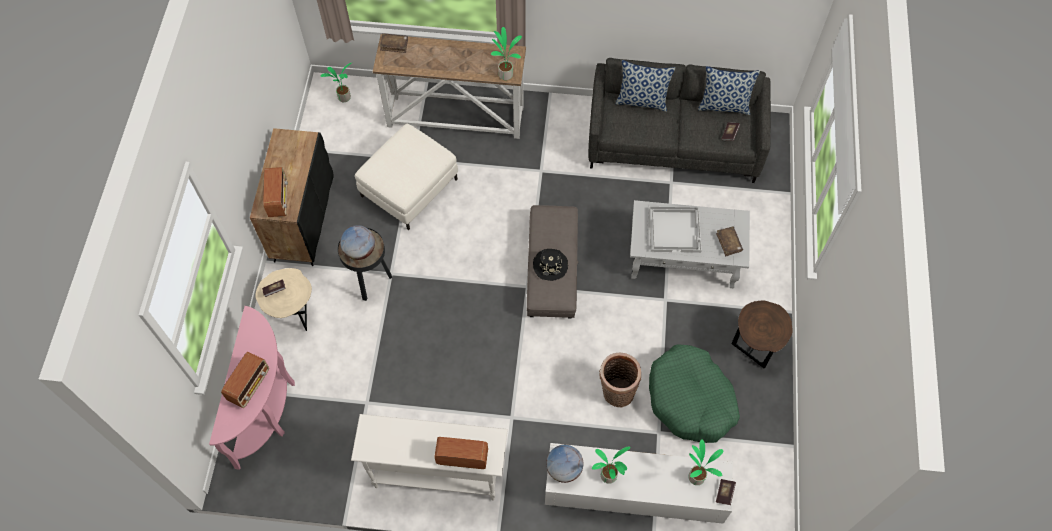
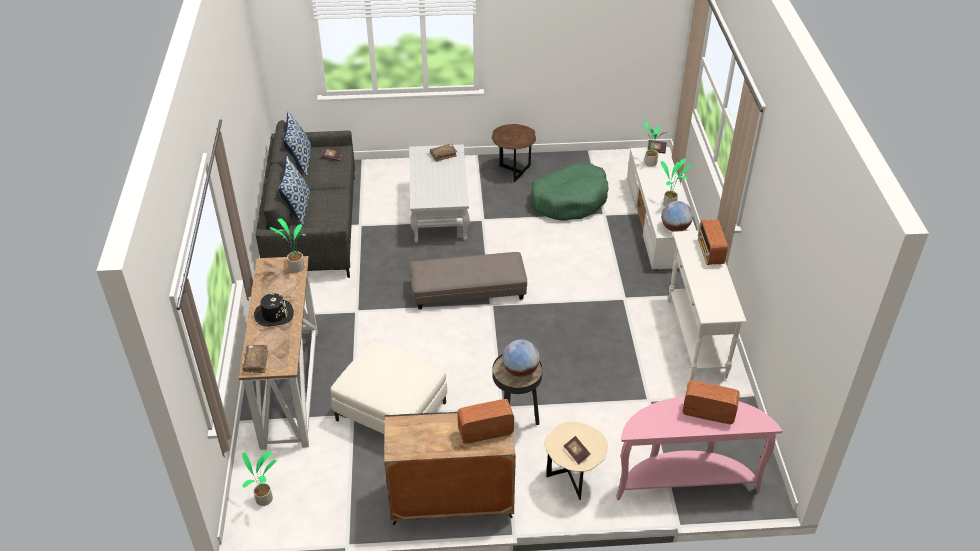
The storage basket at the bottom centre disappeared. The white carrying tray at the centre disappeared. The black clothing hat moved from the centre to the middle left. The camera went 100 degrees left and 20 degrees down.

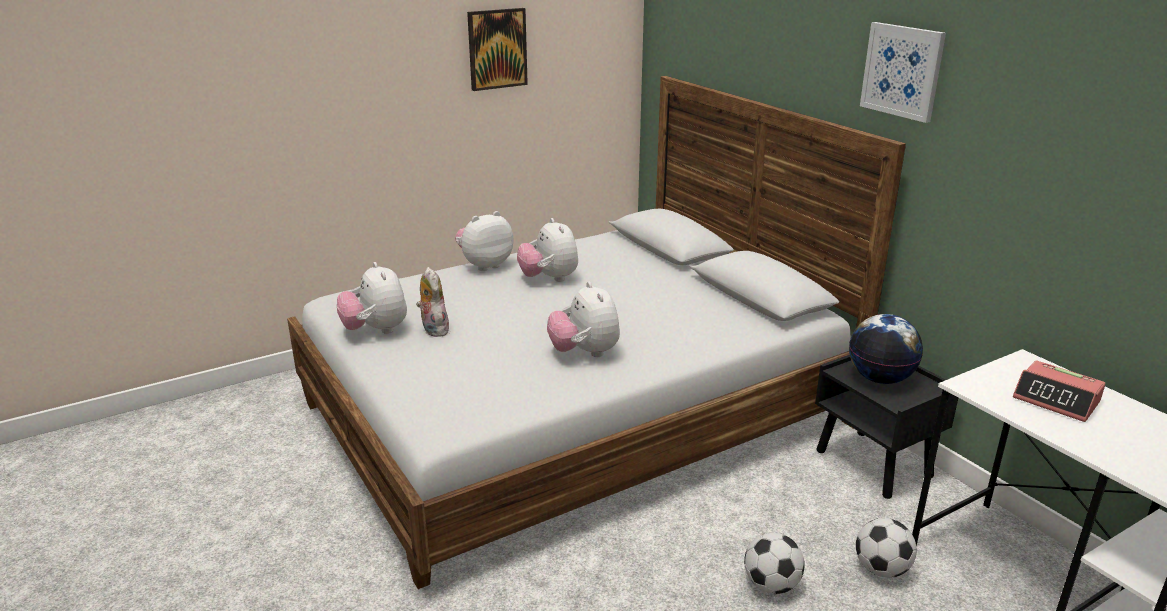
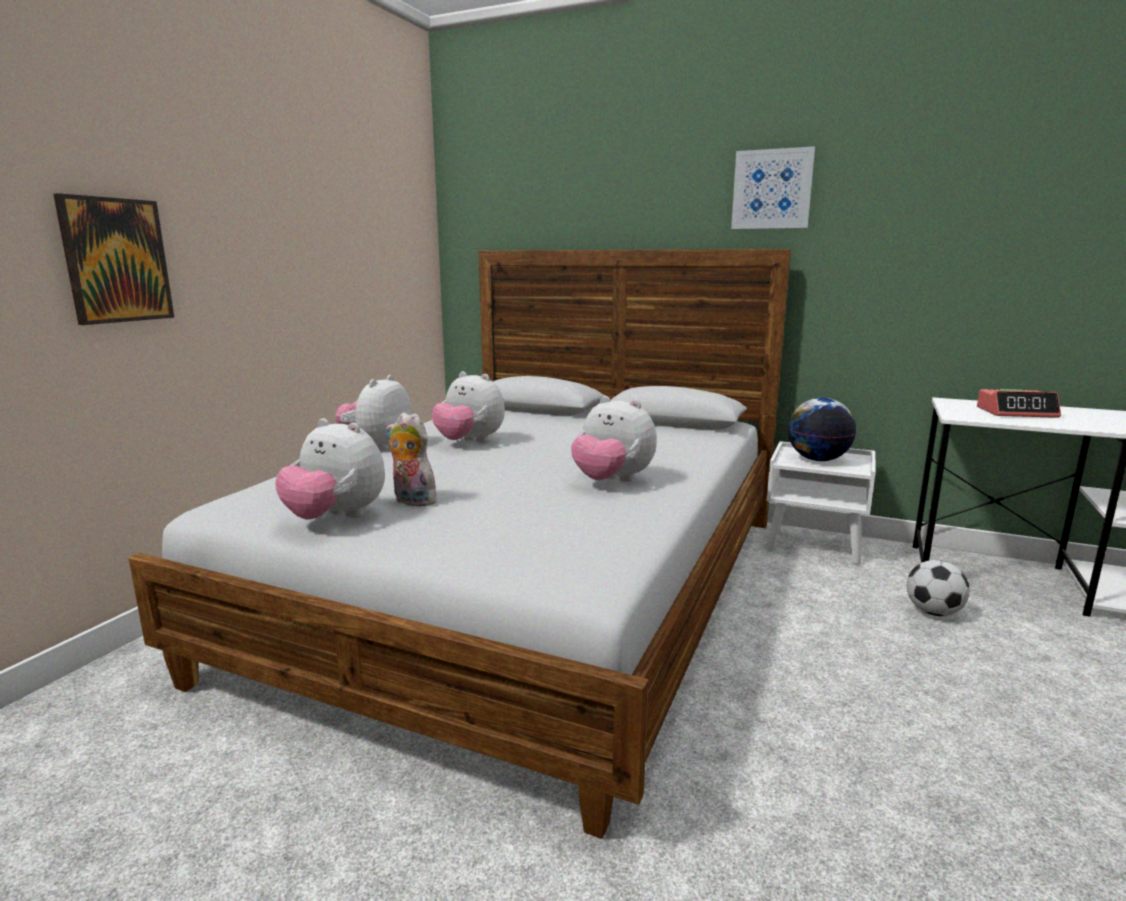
The ball for football (no. 1 from left) at the bottom centre disappeared. The picture (no. 1 from left) moved from the top centre to the top left. The black bedside table at the bottom right became the white bedside table at the middle right. The camera went 35 degrees left and 10 degrees down.

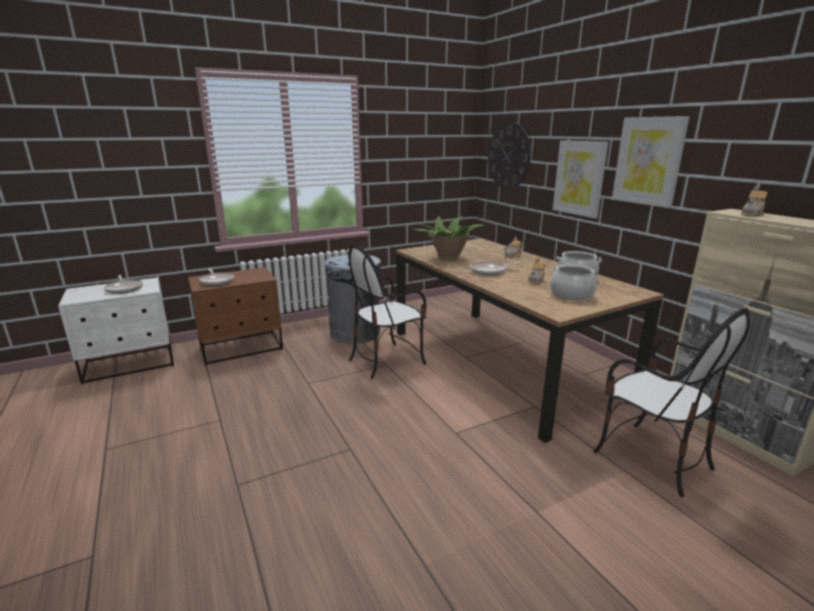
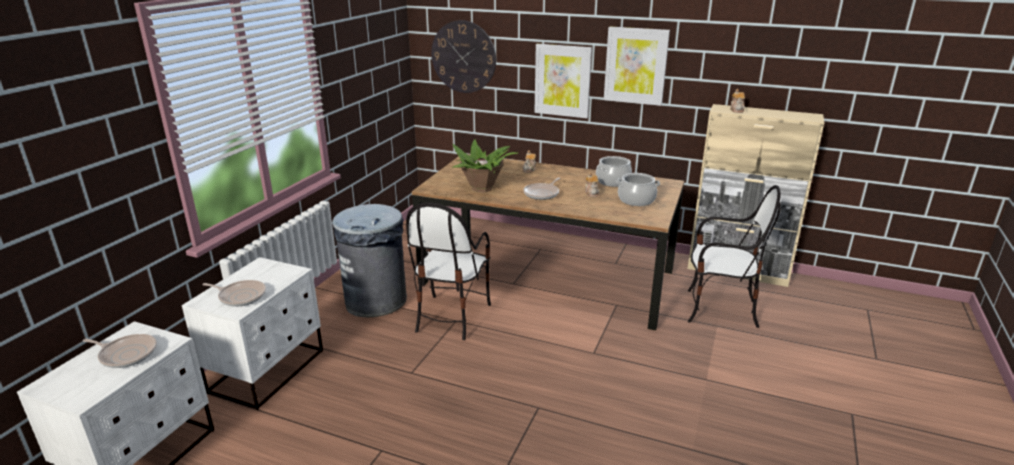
The brownish bedside table at the middle left became the white bedside table (no. 2 from left) at the bottom left. The camera went 40 degrees left and 5 degrees up.

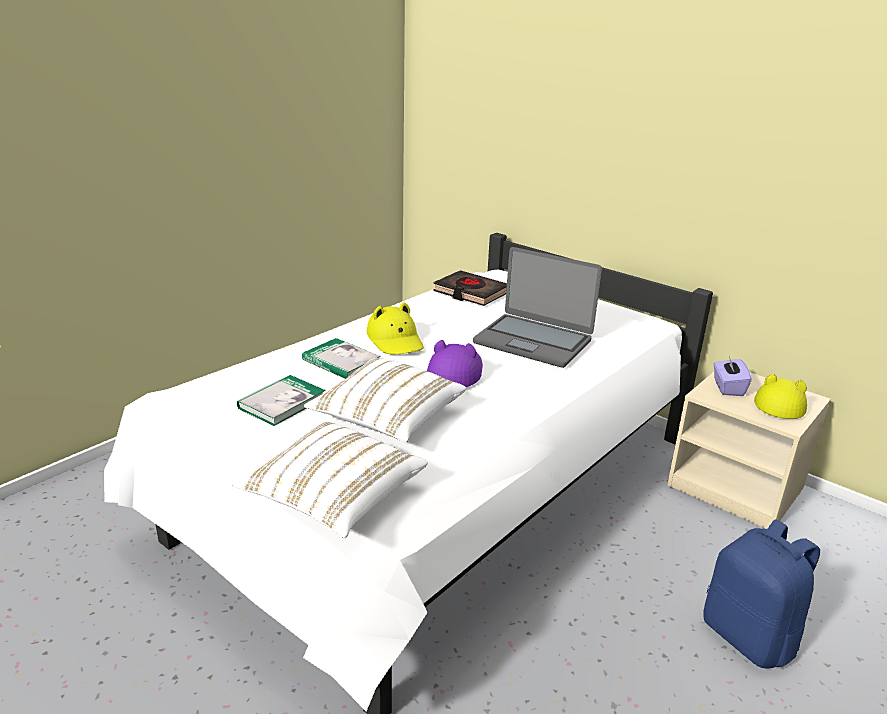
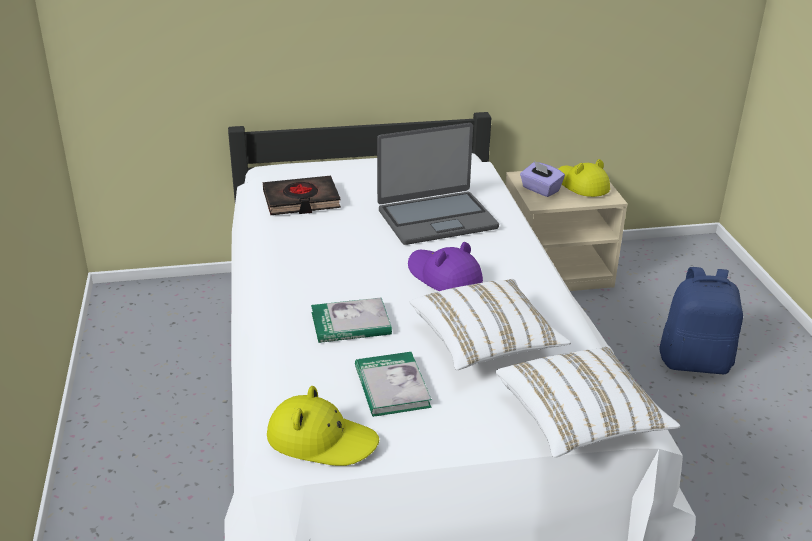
The yellowish clothing hat (no. 1 from left) moved from the centre to the bottom centre. The camera went 50 degrees left and 5 degrees up.

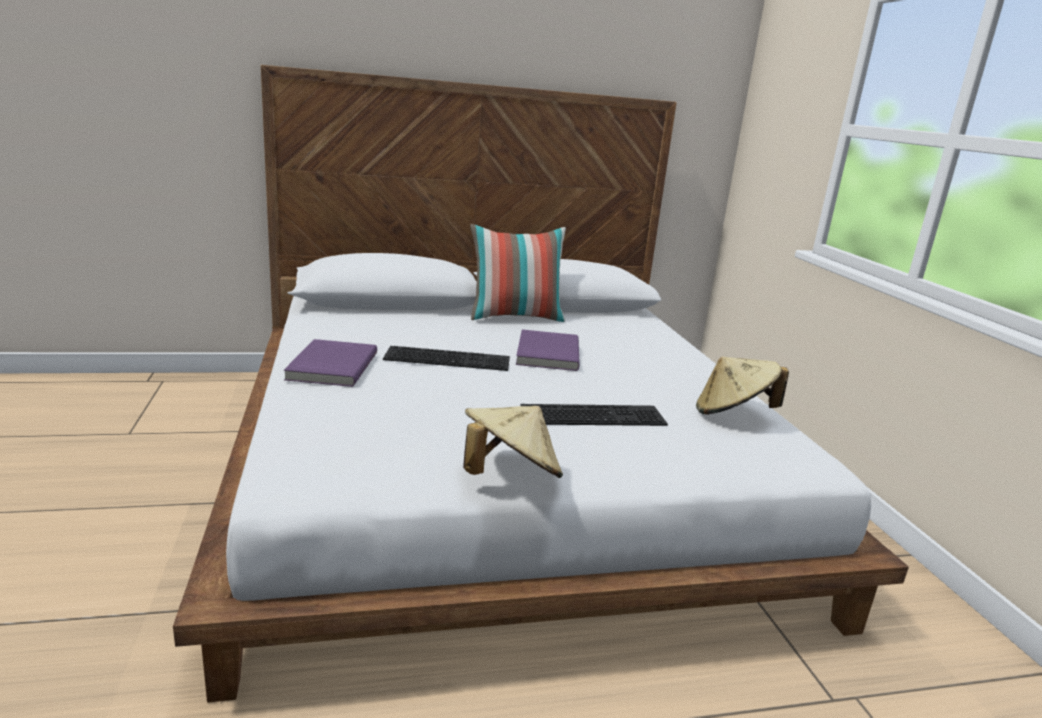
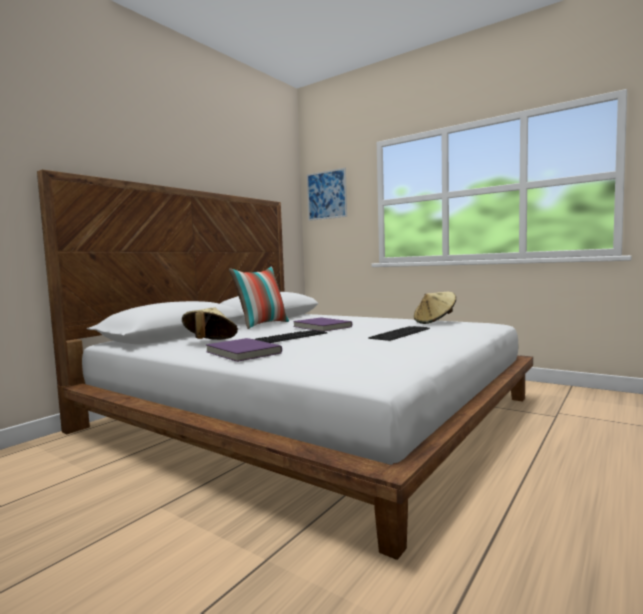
The picture at the top centre appeared. The sand-coloured clothing hat (no. 1 from left) moved from the centre to the middle left. The camera went 40 degrees left and 15 degrees down.

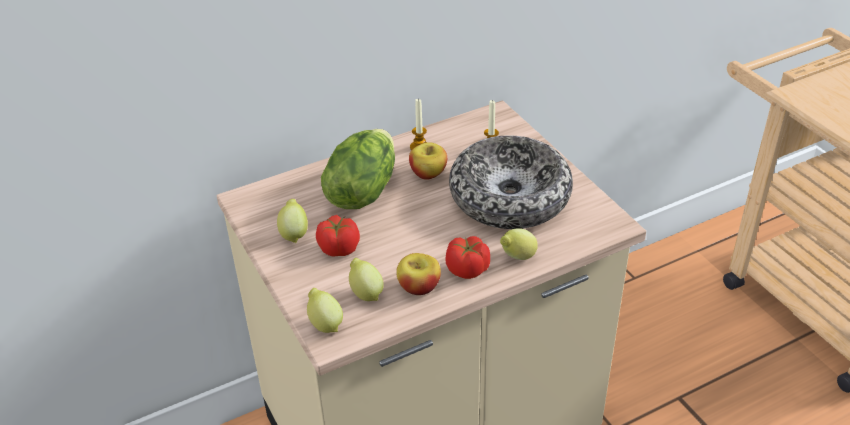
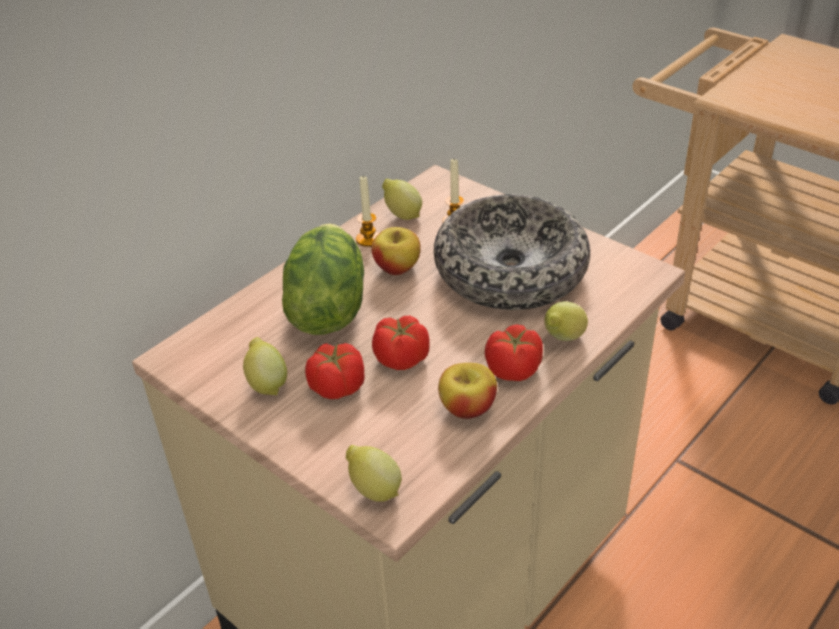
The fresh tomato (no. 2 from left) at the centre appeared. The lemon (no. 3 from left) moved from the centre to the top centre. The camera went 20 degrees left and 0 degrees up.

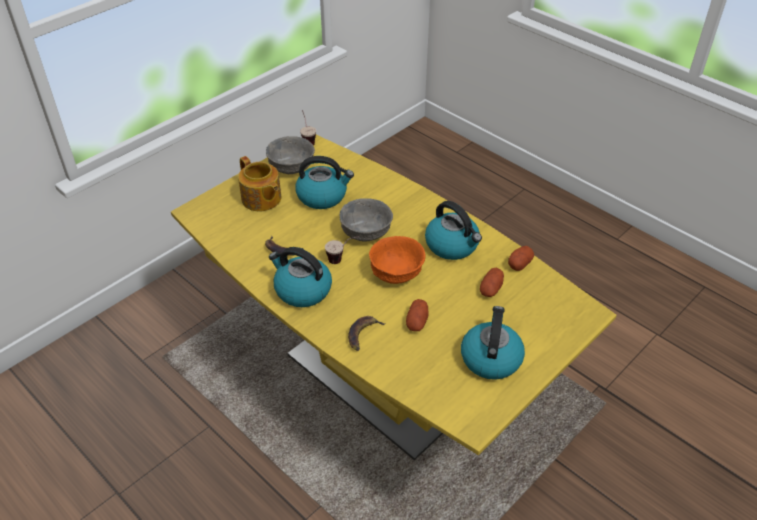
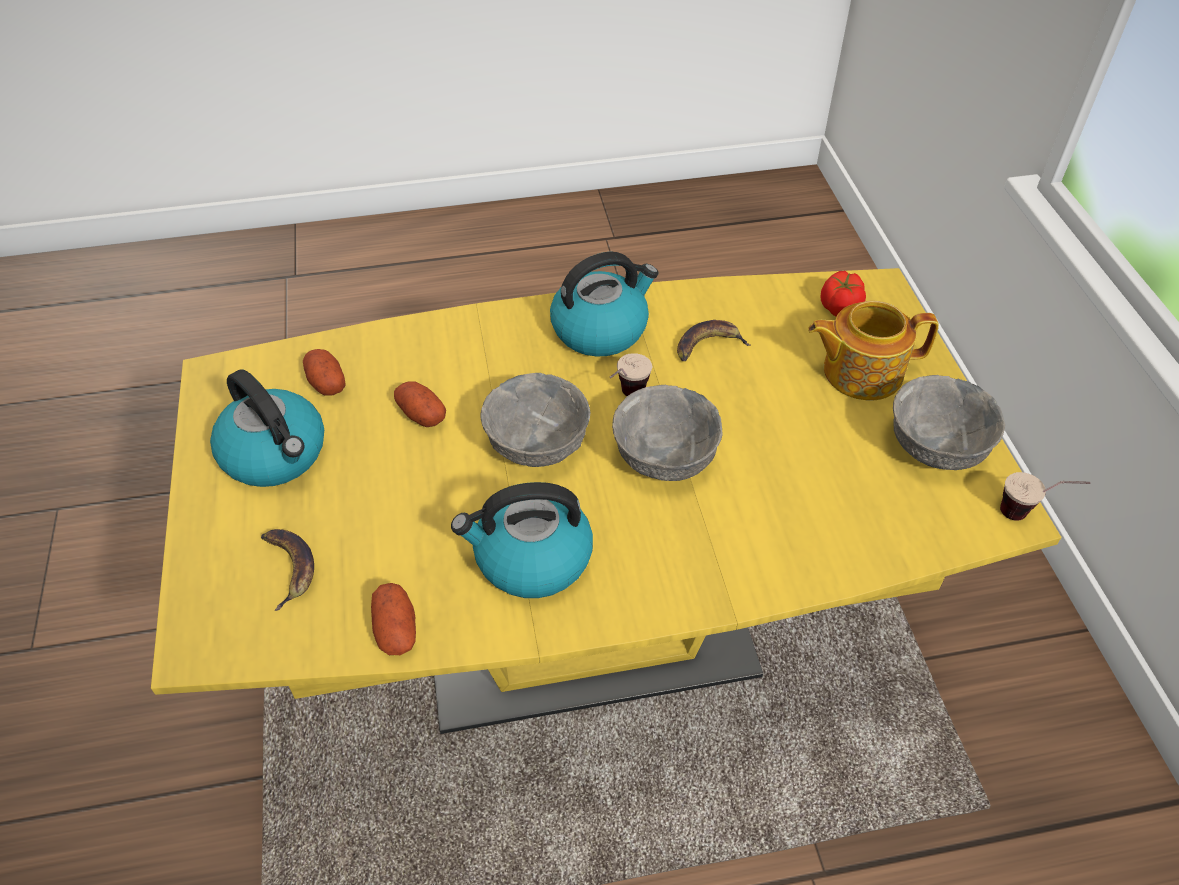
The tea kettle (no. 2 from left) at the centre disappeared. The fresh tomato at the top right appeared. The banana (no. 2 from left in the first image) moved from the centre to the middle left. The potato (no. 2 from left in the first image) moved from the centre to the middle left. The orangey bowl at the centre became the greyish bowl (no. 1 from left) at the centre. The camera went 125 degrees right and 5 degrees up.

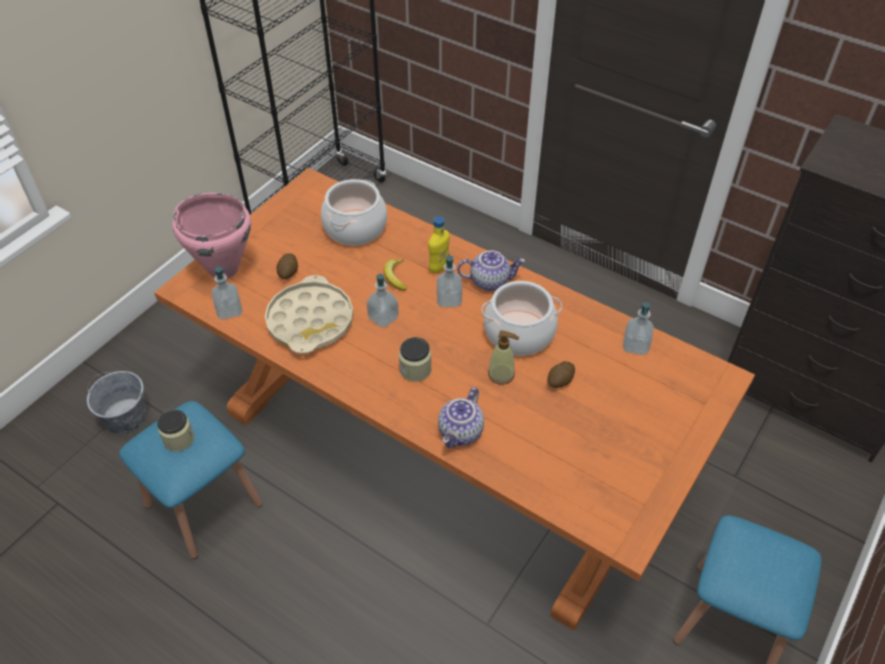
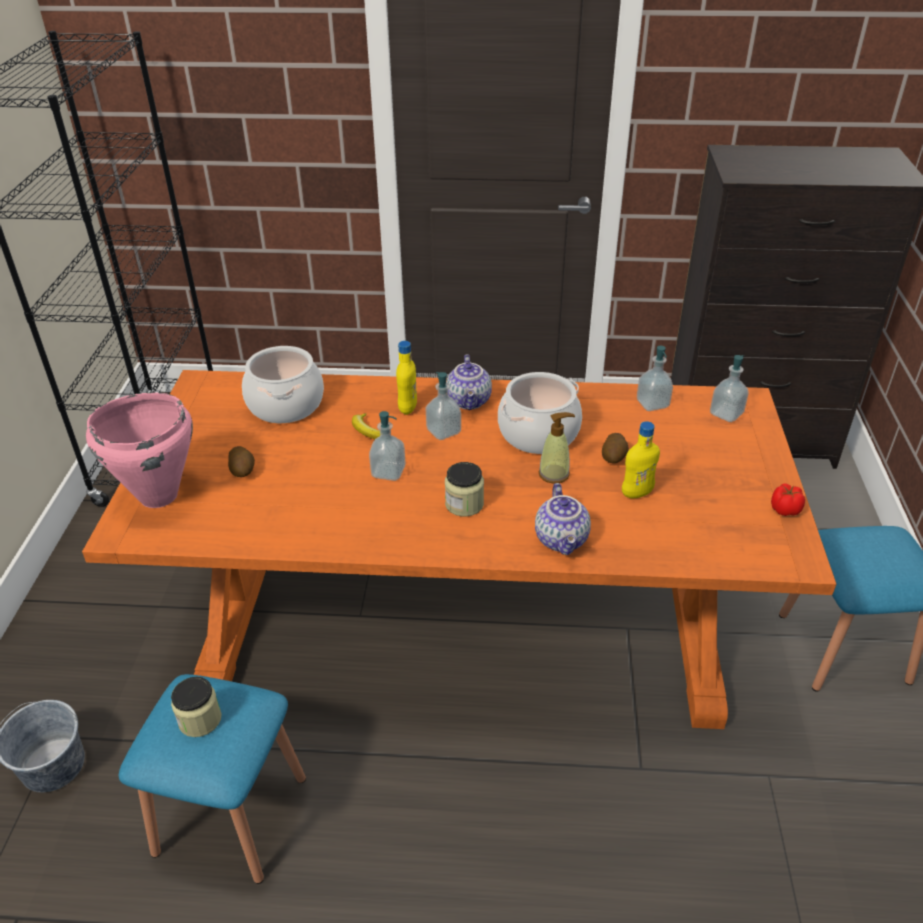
The sand-coloured carrying tray at the centre disappeared. The yellowish beverage bottle (no. 2 from left) at the middle right appeared. The fresh tomato at the middle right appeared. The liquid soap bottle (no. 1 from left in the first image) moved from the middle left to the middle right. The tea pot (no. 2 from left in the first image) at the centre turned 120 degrees clockwise. The camera went 30 degrees left and 10 degrees down.

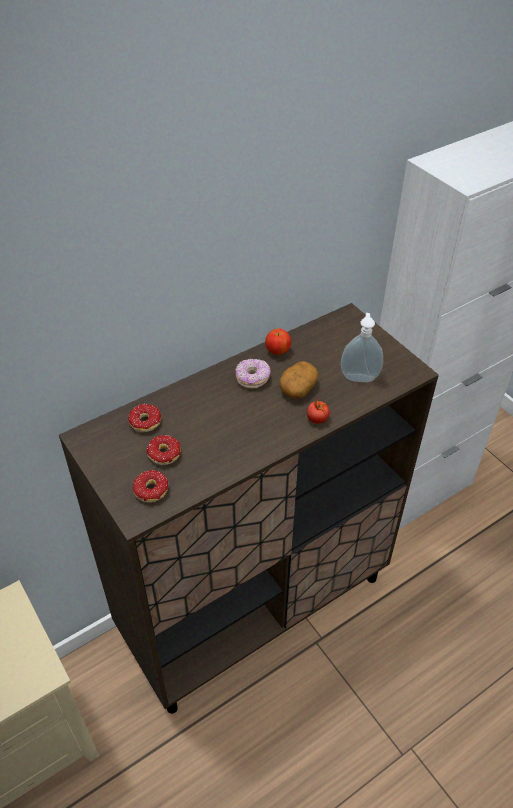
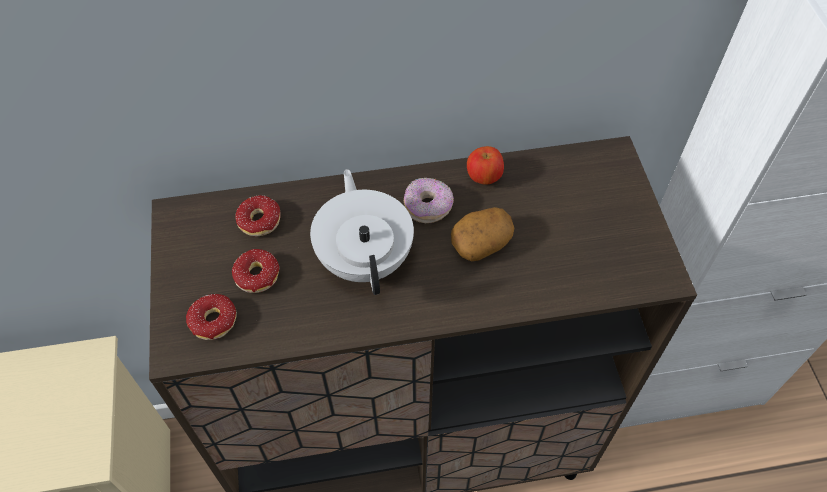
The fresh tomato at the centre disappeared. The liquid soap bottle at the middle right disappeared. The white tea pot at the centre appeared. The camera went 25 degrees right and 10 degrees up.

